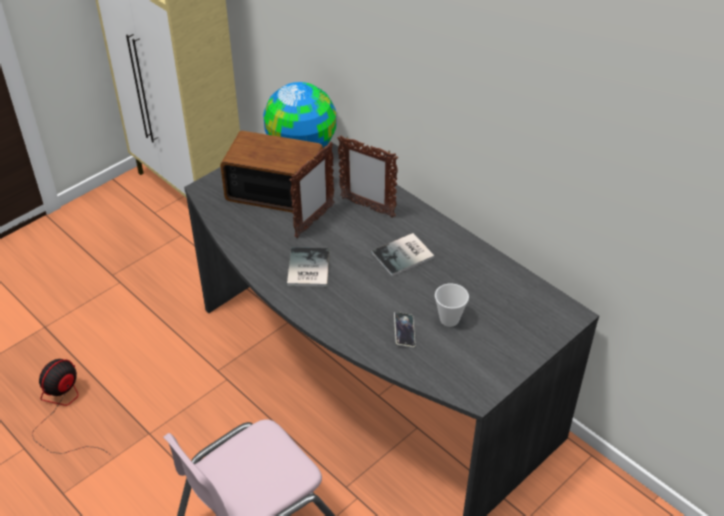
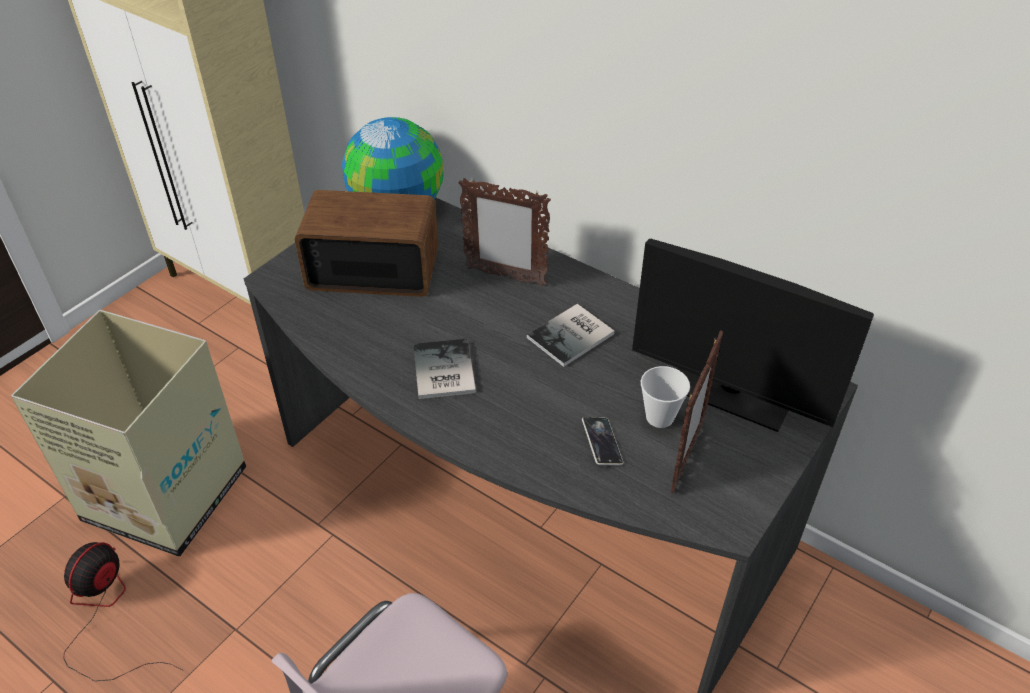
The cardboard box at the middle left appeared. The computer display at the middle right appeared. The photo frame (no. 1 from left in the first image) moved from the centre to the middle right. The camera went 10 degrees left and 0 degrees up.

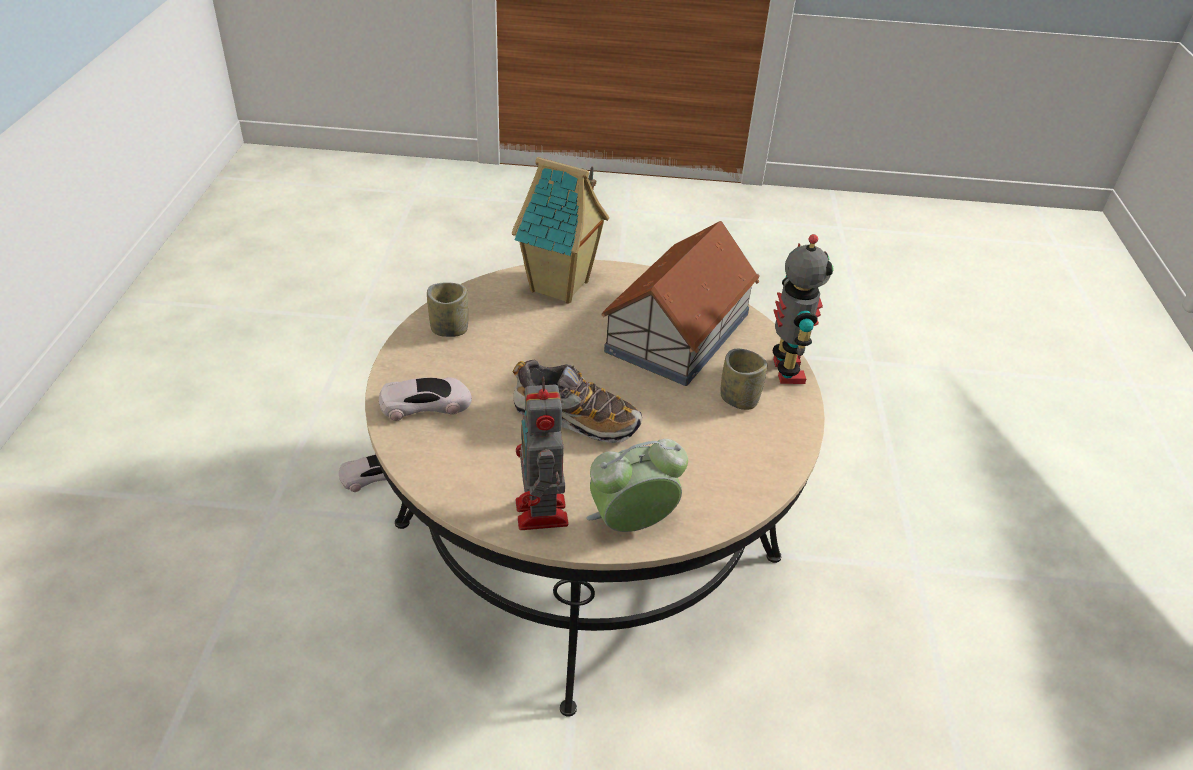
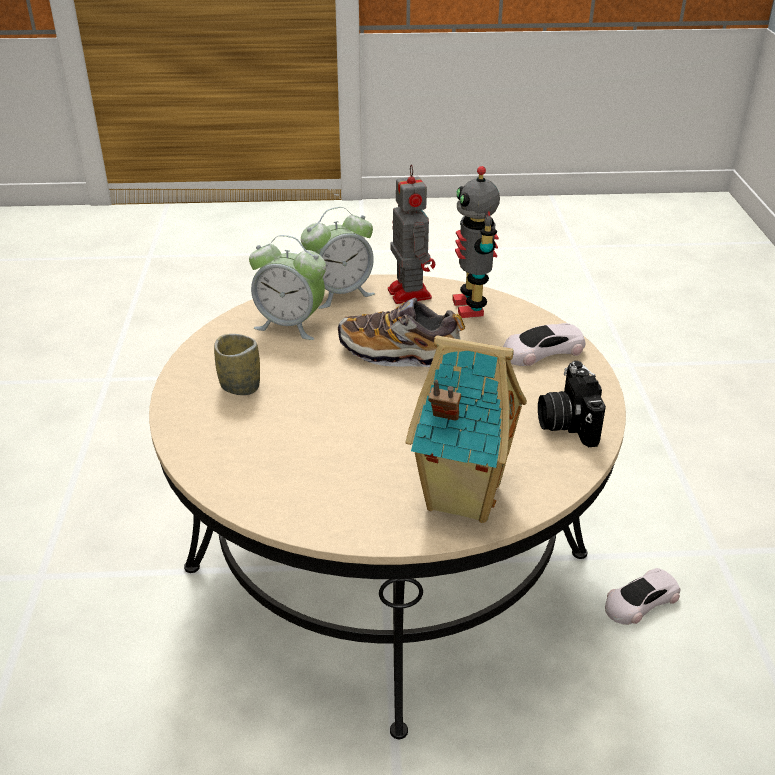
The model house (no. 2 from left) at the centre disappeared. The table clock (no. 1 from left) at the centre appeared. The toy robot (no. 2 from left) moved from the middle right to the top centre. The drinking cup (no. 1 from left) at the centre was replaced by the photo camera at the middle right. The camera went 175 degrees right and 5 degrees down.

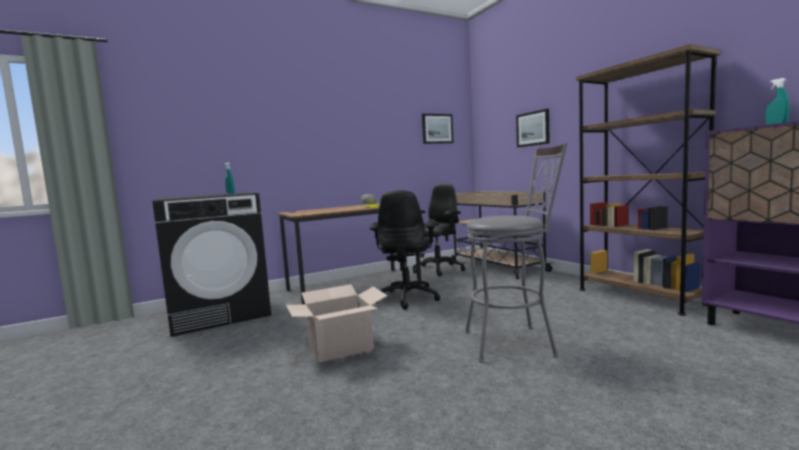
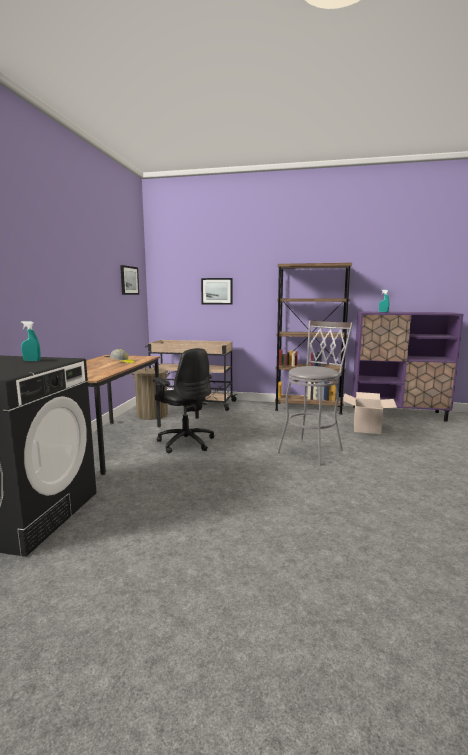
The cardboard box moved from the bottom centre to the middle right. The black office chair (no. 2 from left) at the centre was replaced by the hamper at the middle left. The camera went 50 degrees left and 5 degrees up.

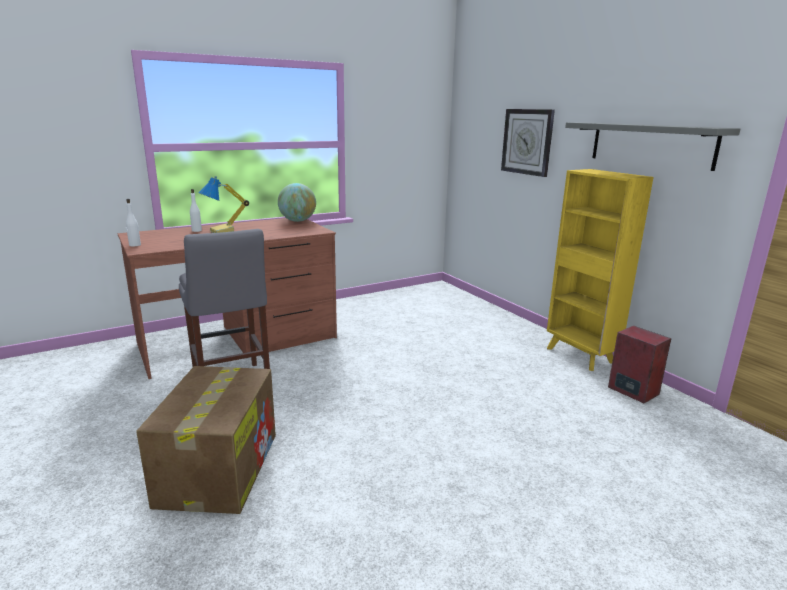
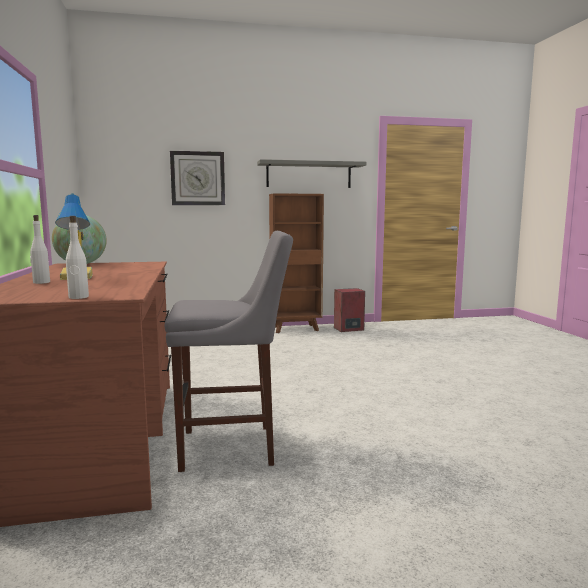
The cardboard box at the bottom left disappeared. The yellowish bookshelf at the middle right became the brownish bookshelf at the centre. The camera went 70 degrees left and 10 degrees down.

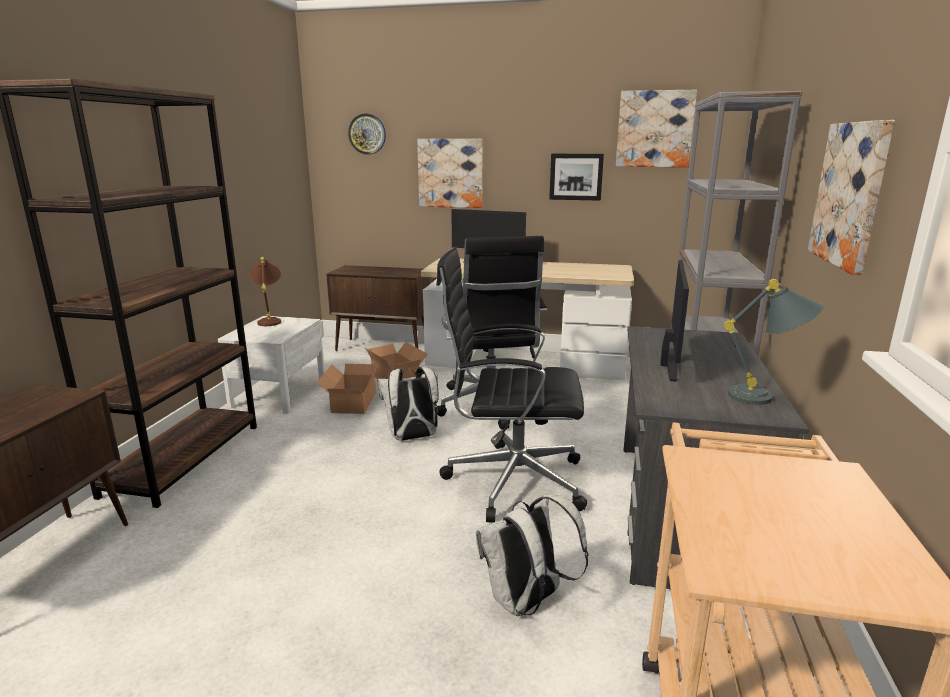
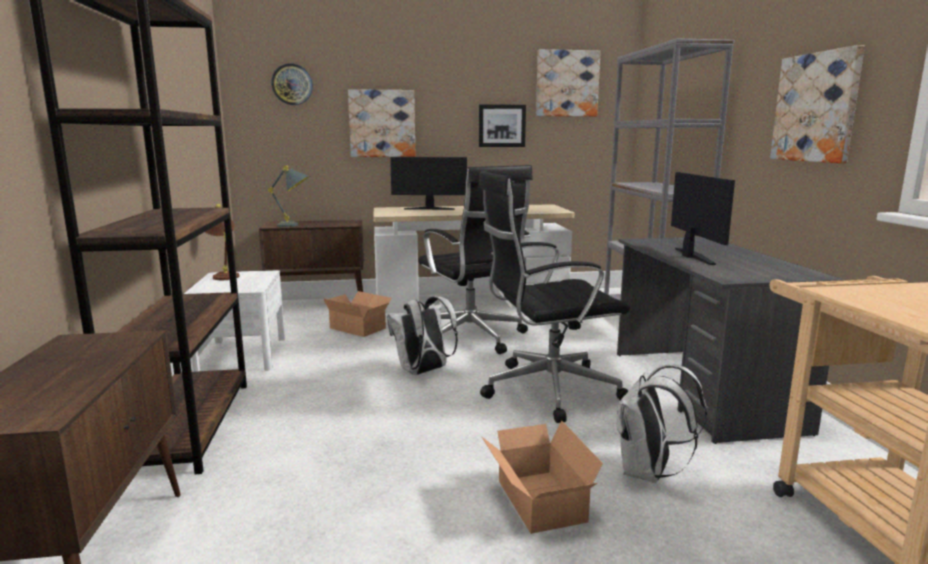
The cardboard box (no. 1 from left in the first image) moved from the centre to the bottom centre. The greyish table lamp moved from the middle right to the middle left. The camera went 20 degrees left and 5 degrees down.

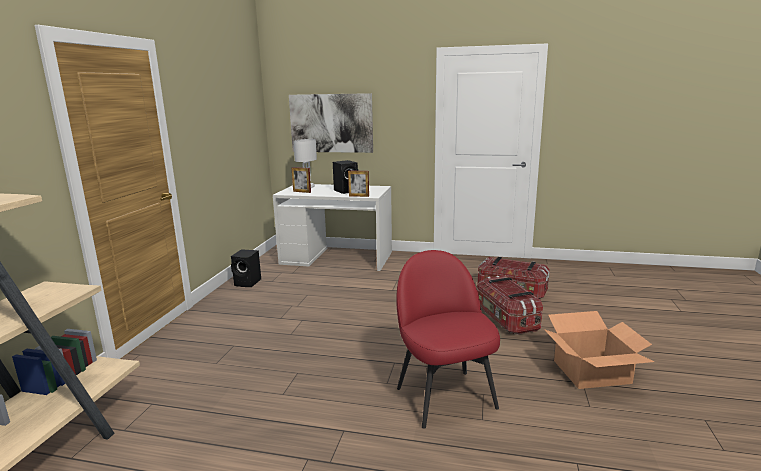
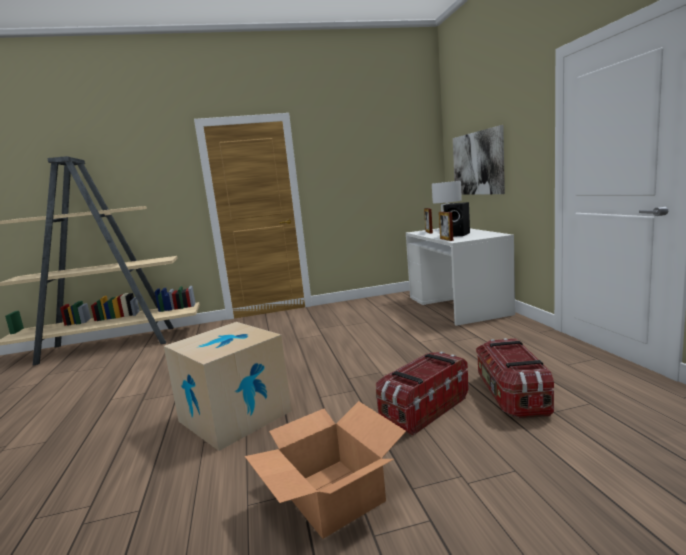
The black loudspeaker (no. 1 from left) at the middle left disappeared. The red-coloured plain chair at the bottom centre was replaced by the cardboard box (no. 1 from left) at the bottom left. The camera went 65 degrees right and 5 degrees down.

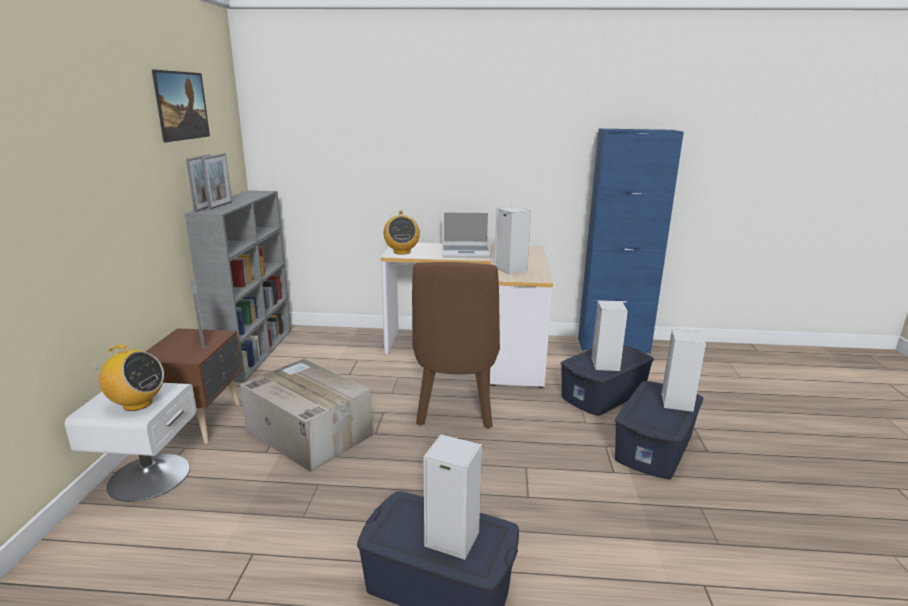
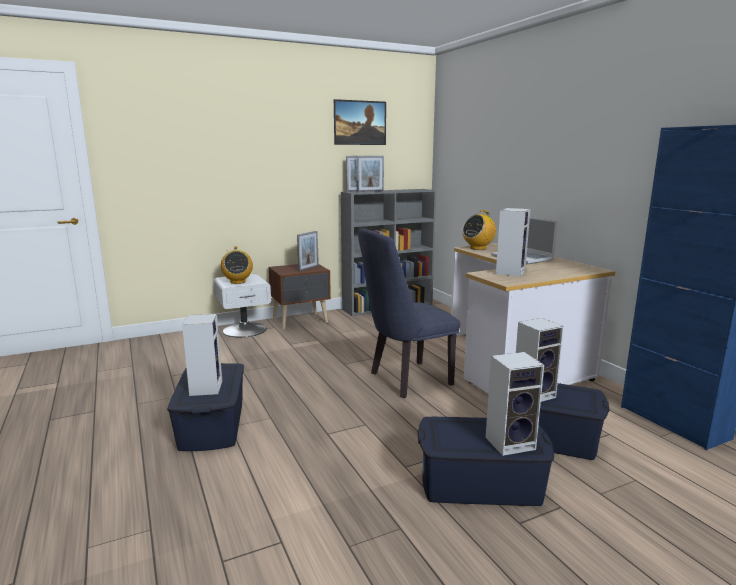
The cardboard box at the bottom centre disappeared. The brownish plain chair at the centre became the blue-coloured plain chair at the centre. The camera went 60 degrees right and 5 degrees down.

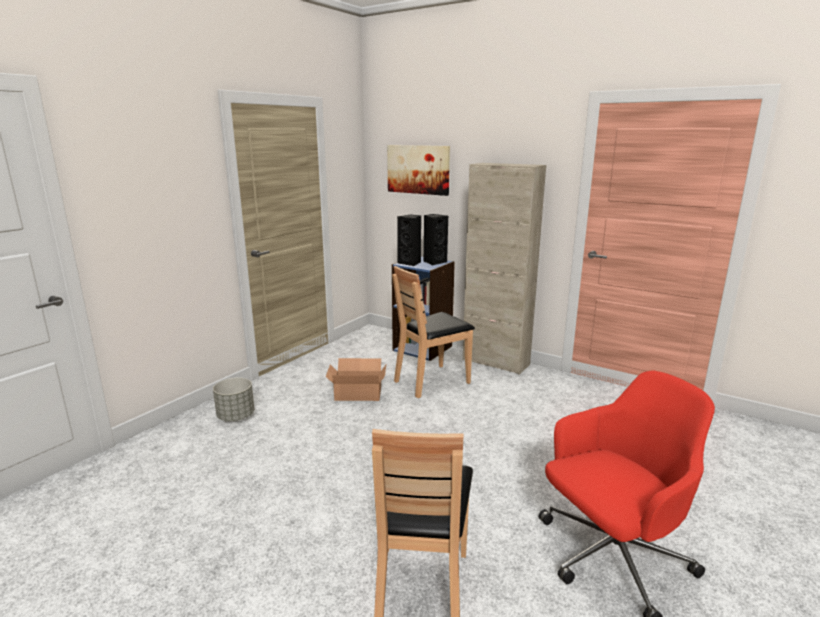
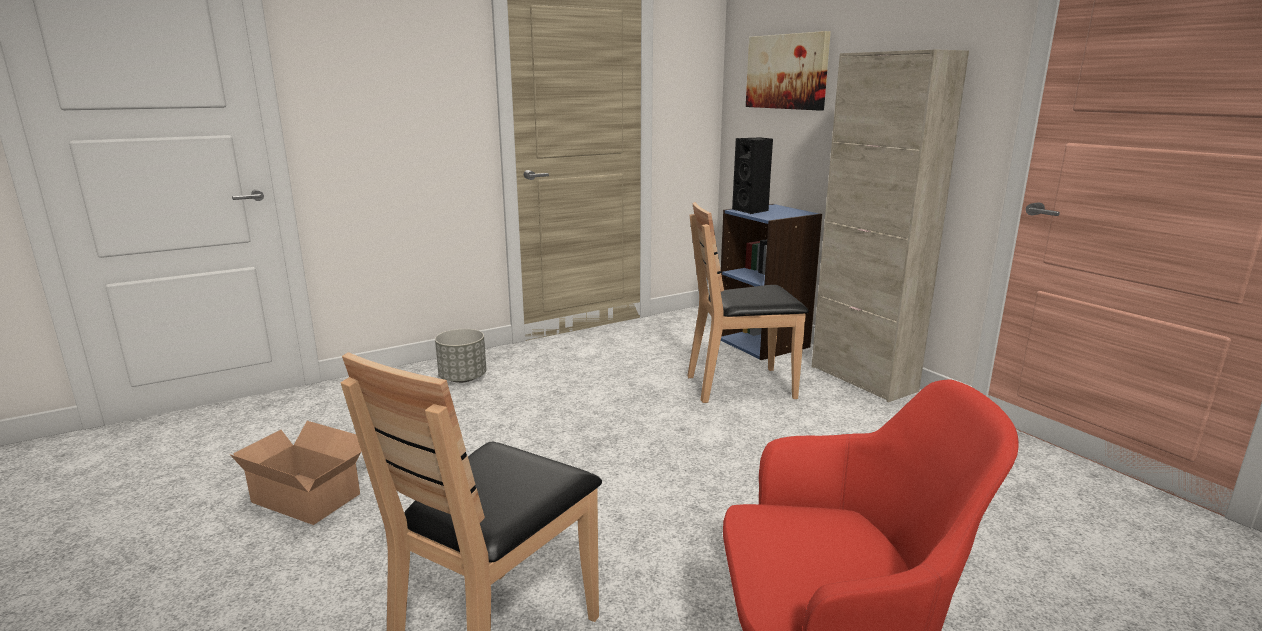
The black loudspeaker (no. 2 from left) at the centre disappeared. The cardboard box moved from the centre to the bottom left. The camera went 25 degrees right and 0 degrees up.

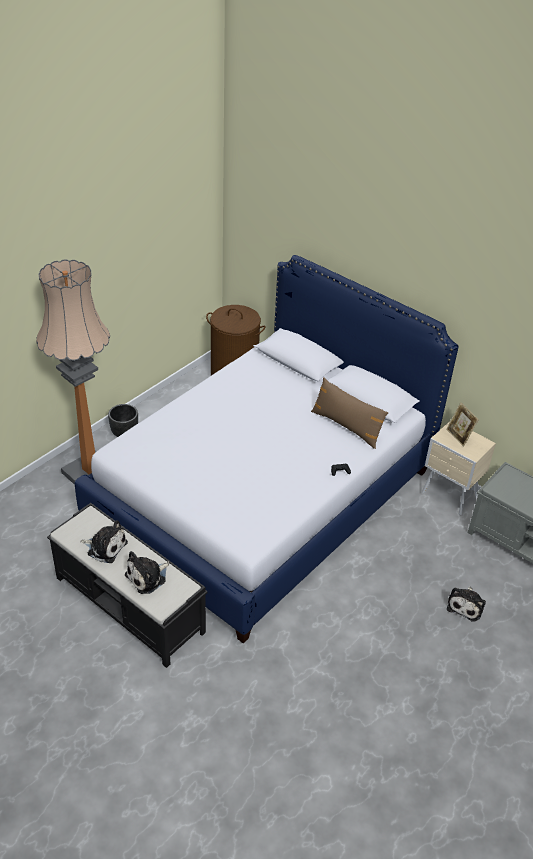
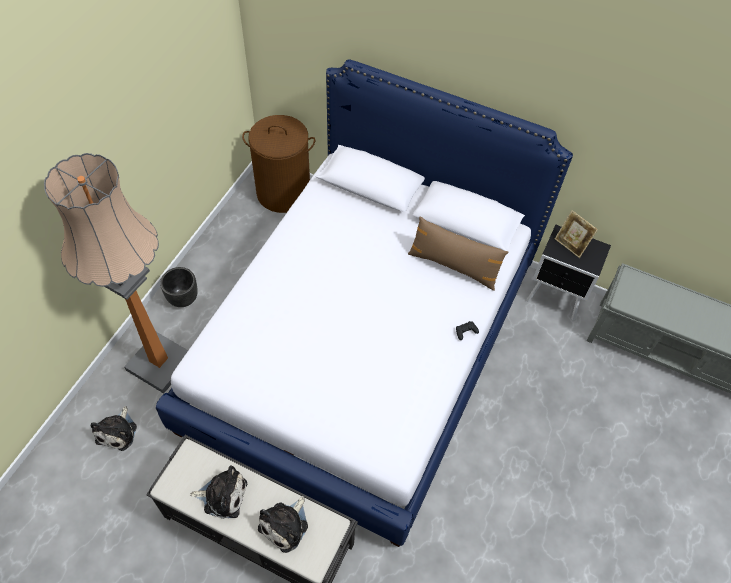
The soft toy (no. 3 from left in the first image) moved from the bottom right to the bottom left. The sand-coloured bedside table at the middle right became the black bedside table at the middle right. The camera went 15 degrees left and 15 degrees up.

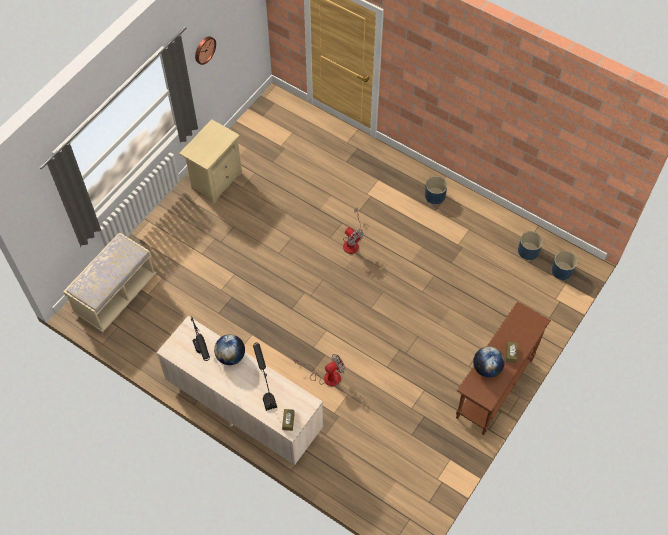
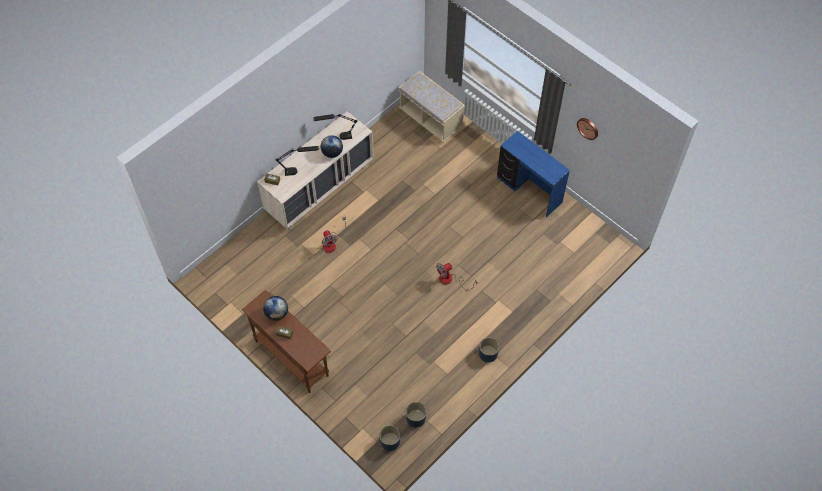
The sand-coloured bedside table at the top left was replaced by the blue-coloured desk at the centre. The camera went 100 degrees right and 0 degrees up.

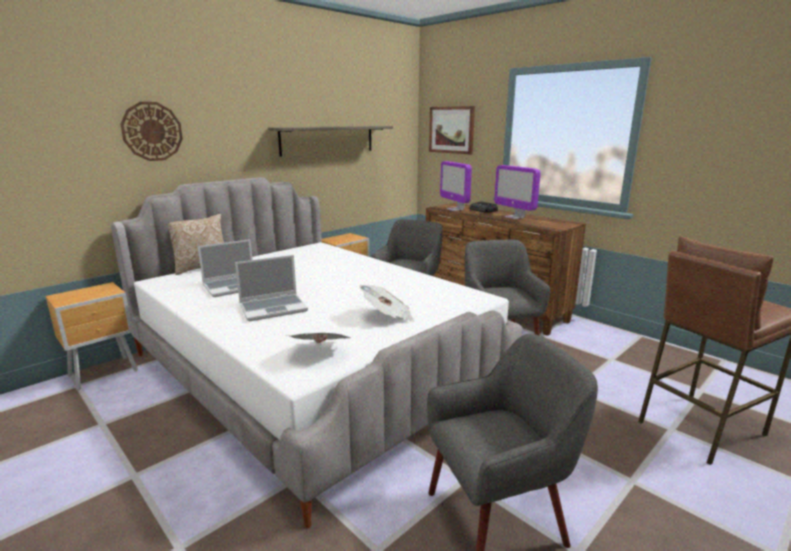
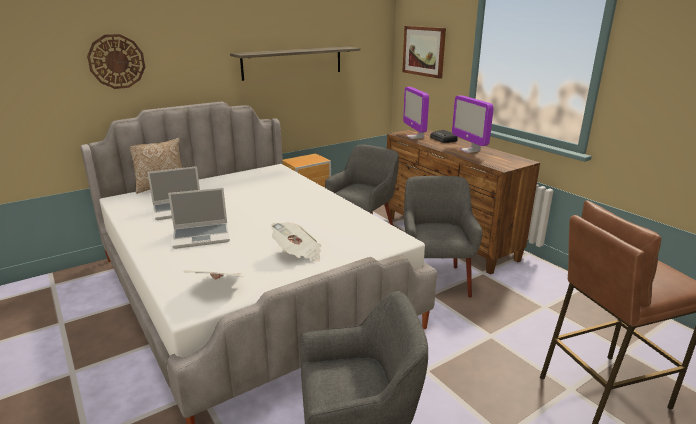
The brownish bedside table (no. 1 from left) at the middle left disappeared. The camera went 10 degrees right and 5 degrees up.

